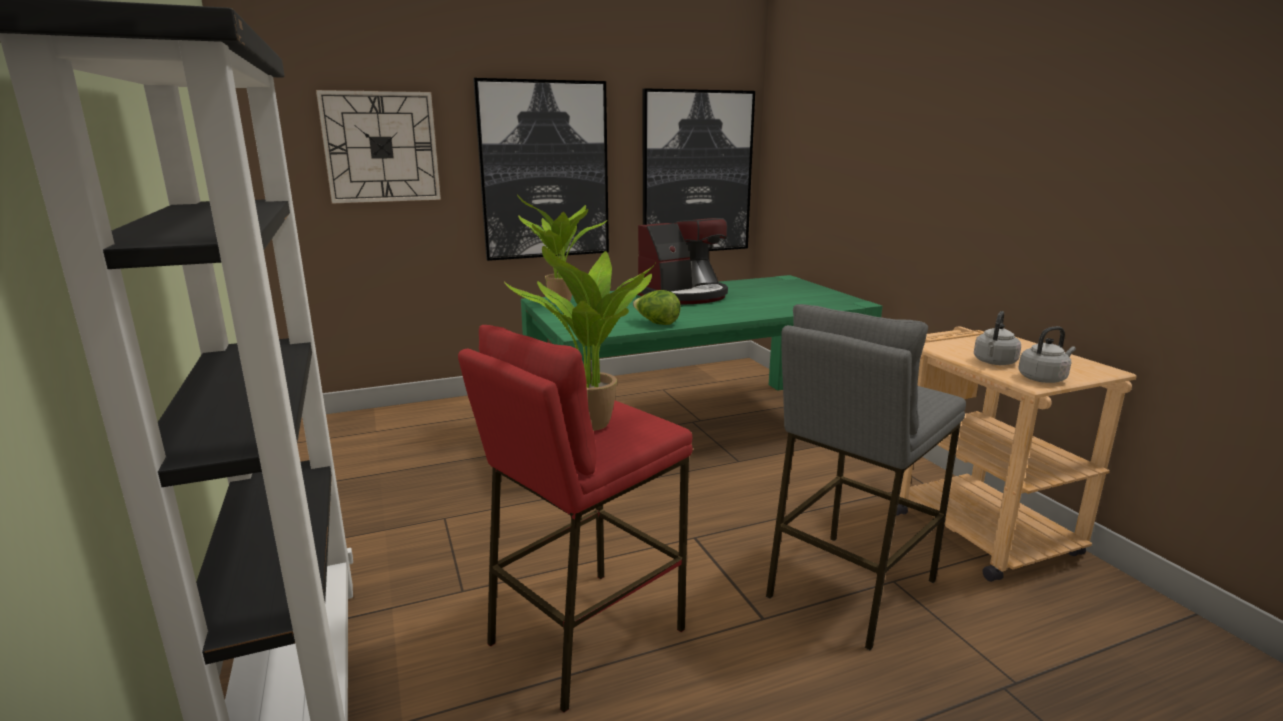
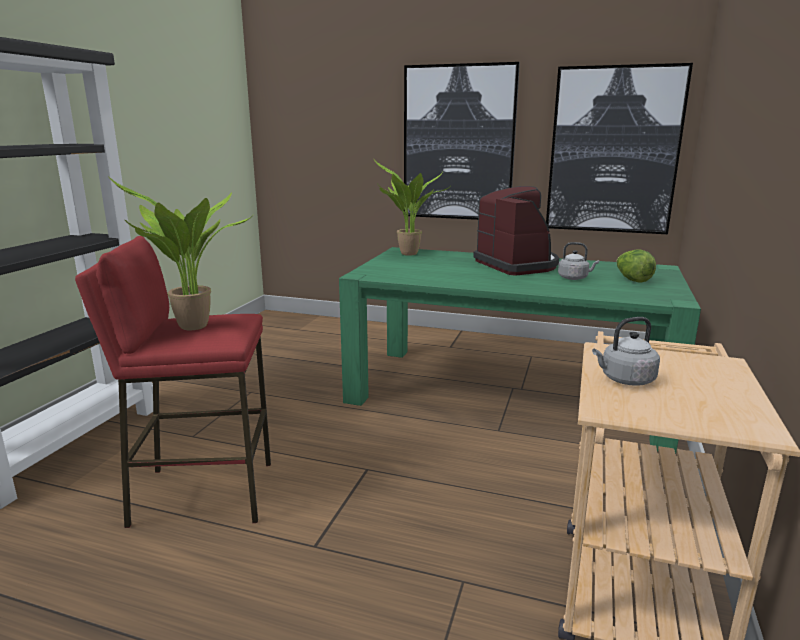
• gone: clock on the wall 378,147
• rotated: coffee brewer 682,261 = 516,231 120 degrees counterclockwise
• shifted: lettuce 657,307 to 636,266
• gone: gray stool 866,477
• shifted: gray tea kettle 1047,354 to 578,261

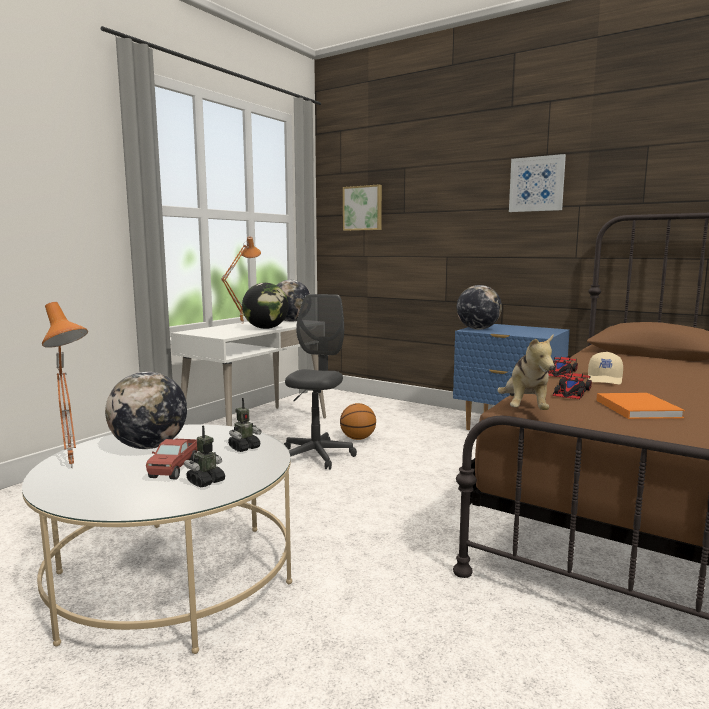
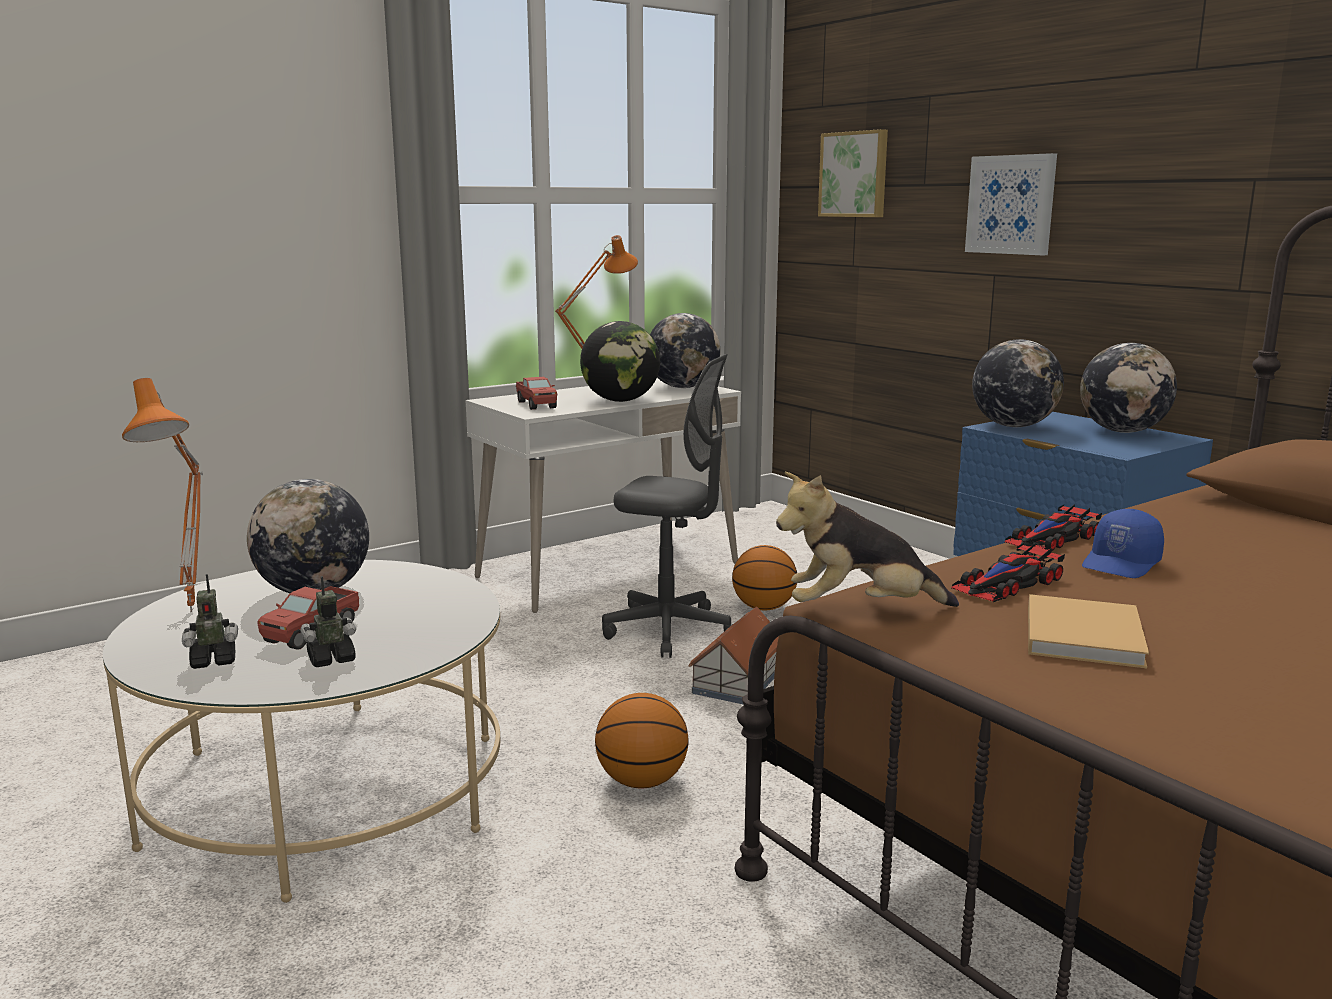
• shifted: wall art 537,183 to 1011,204
• rotated: gray computer chair 320,382 = 667,506 75 degrees clockwise
• rotated: cuddly toy 525,372 = 867,539 60 degrees clockwise
• repainted: sand-coloured baseball cap 605,368 to bluish baseball cap 1123,543
• repainted: orangey volume 640,406 to sand-coloured volume 1088,631
• shifted: model robot 245,425 to 210,621
• new: world globe 1128,388
• new: toy lorry 536,393
• new: miniature house 733,655
• new: basketball ball 642,740

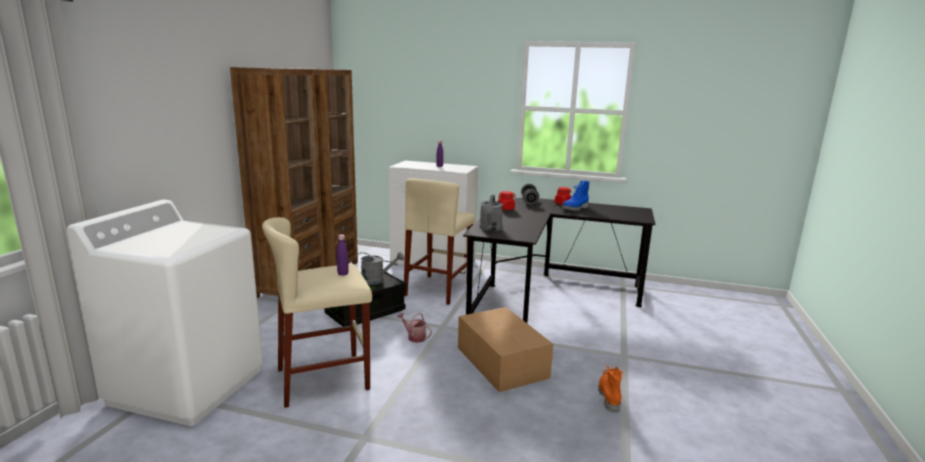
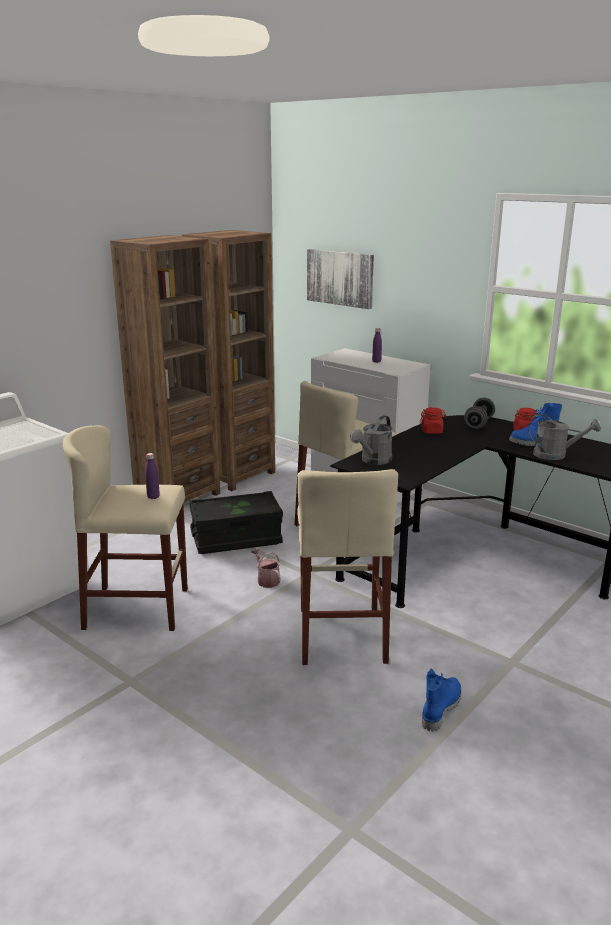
• shifted: gray watering can 379,268 to 564,437
• swapped: cardboard box 505,349 to sand-coloured stool 348,567
• repainted: orangey high-top boot 610,389 to bluish high-top boot 441,699
• new: wall art 340,279

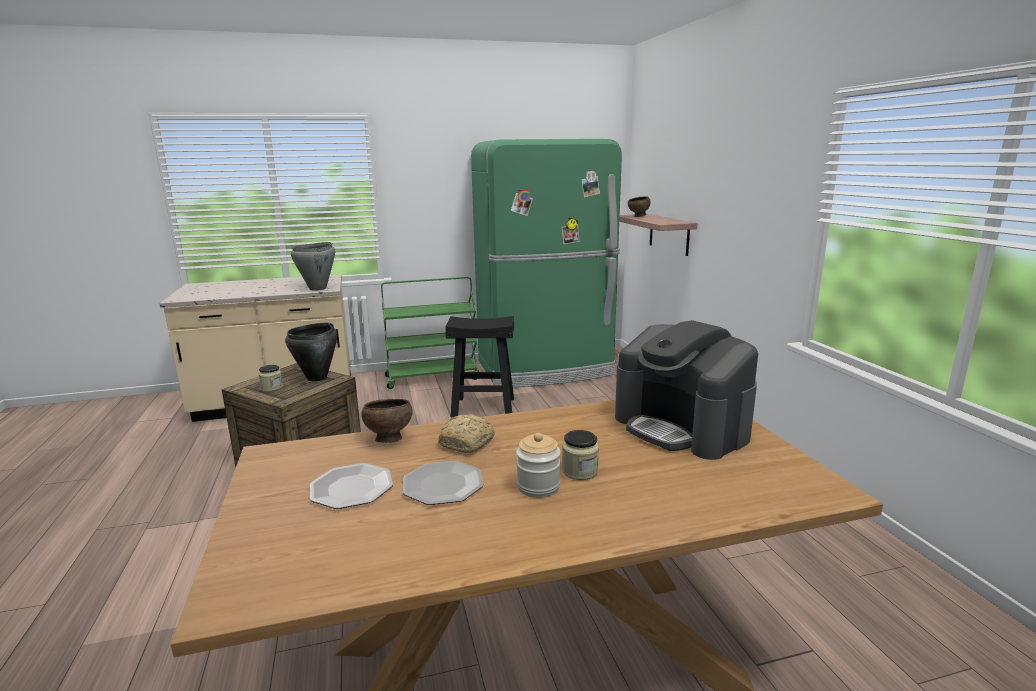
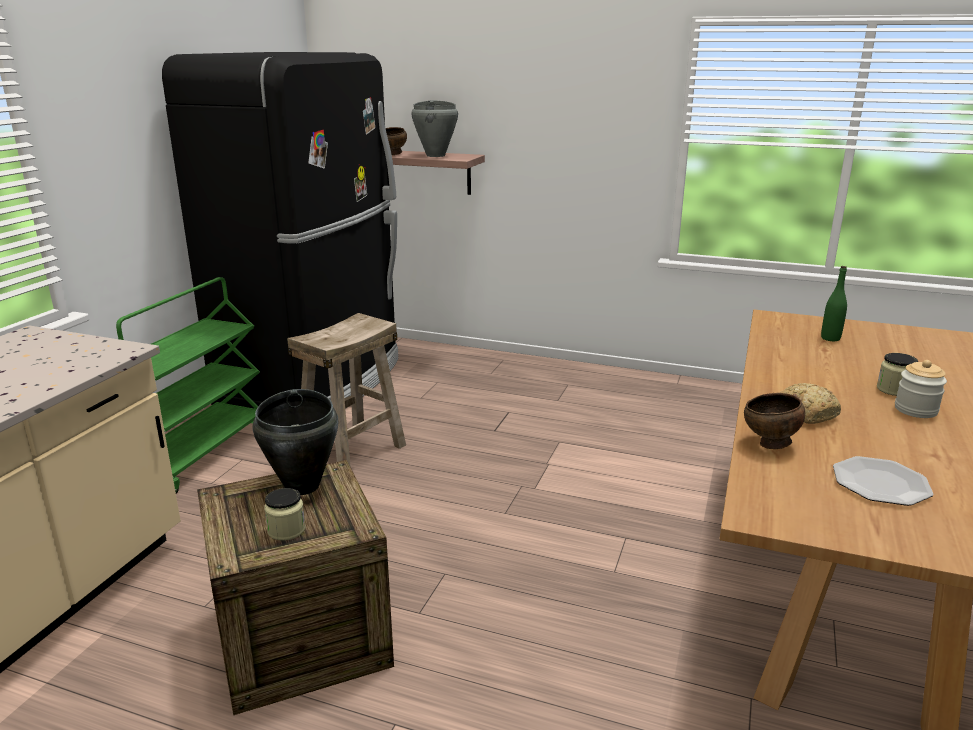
• repainted: green-coloured fridge 546,263 to black-coloured fridge 280,230
• shifted: gray stockpot 313,266 to 434,128
• repainted: black-coloured stool 480,366 to sand-coloured stool 346,390
• swapped: coffee brewer 686,390 to green-coloured beverage bottle 834,303
• gone: flat dish 443,482

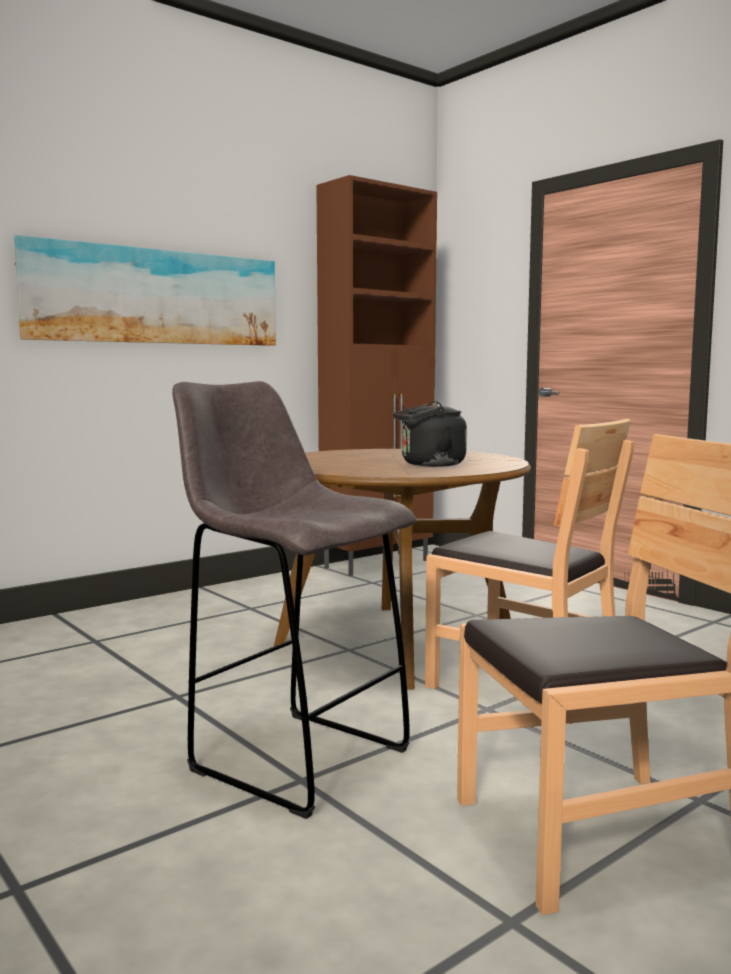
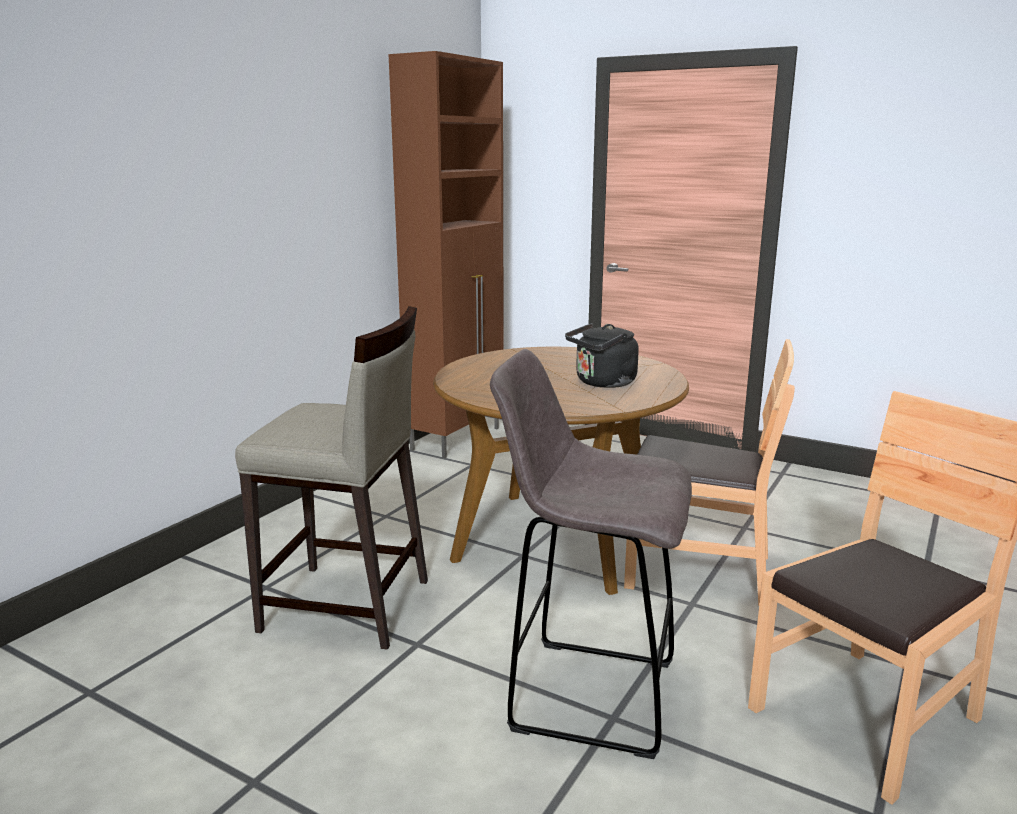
• gone: wall art 145,290
• new: sand-coloured stool 331,478

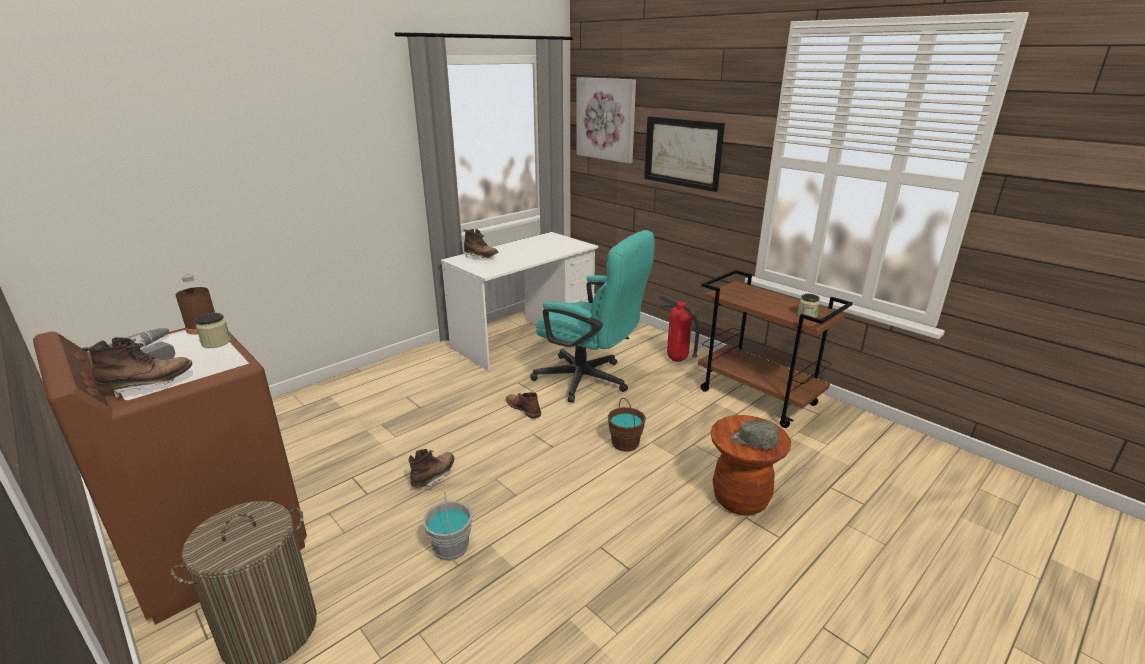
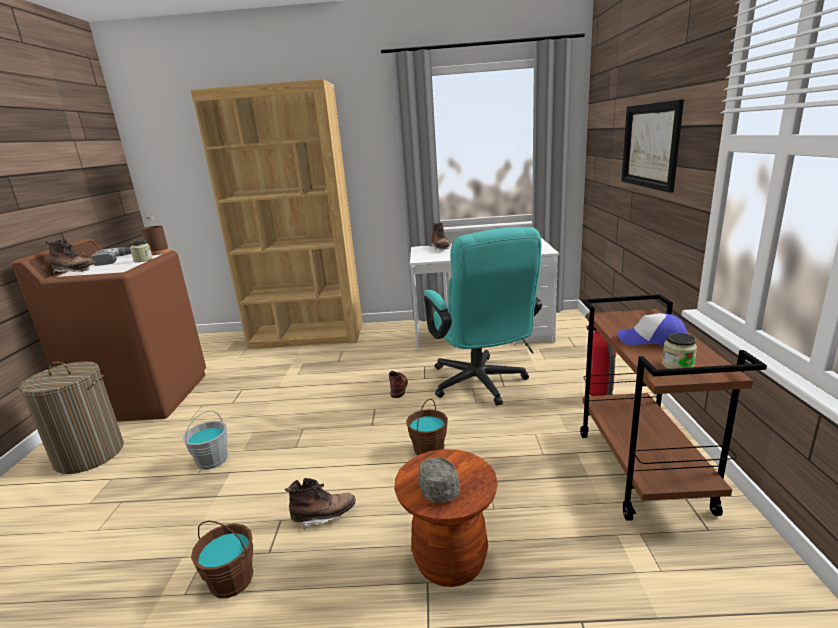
• gone: wall art 606,120
• shifted: brownish high-top boot 431,469 to 320,504
• new: brownish bookcase 277,214
• new: baseball cap 652,329
• new: brownish bucket 222,559

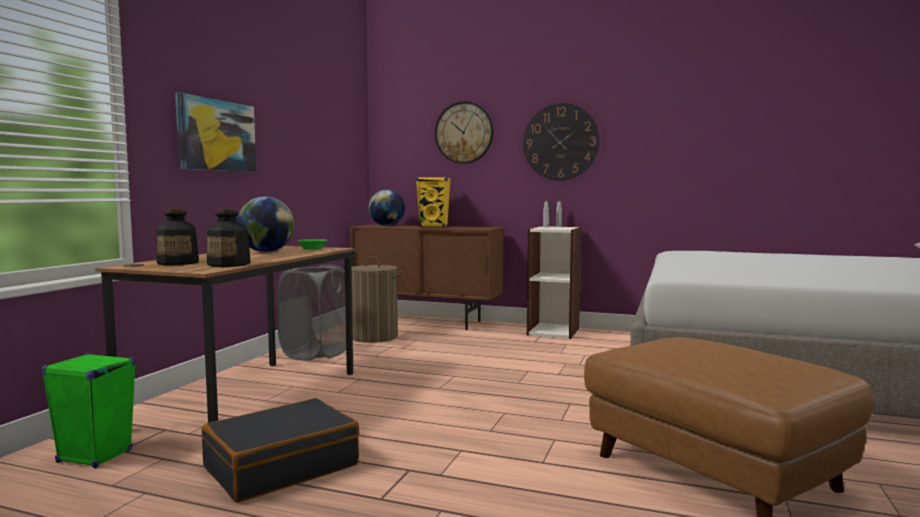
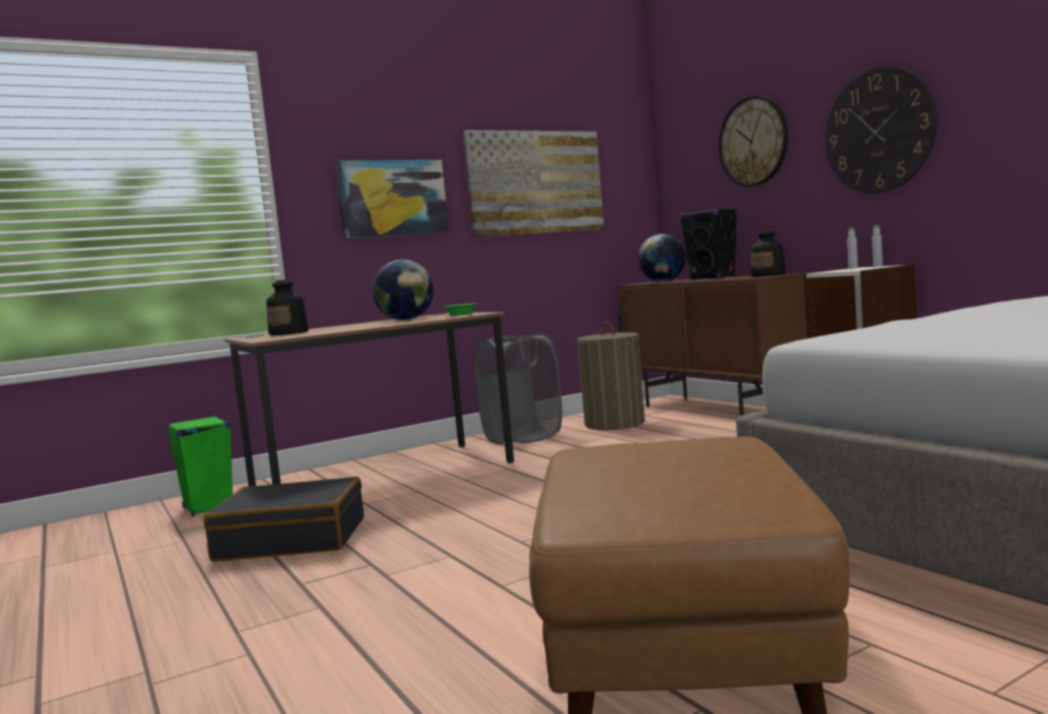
• repainted: yellow audio speaker 433,202 to black-coloured audio speaker 708,244
• shifted: beverage bottle 229,238 to 768,253
• new: wall art 533,183

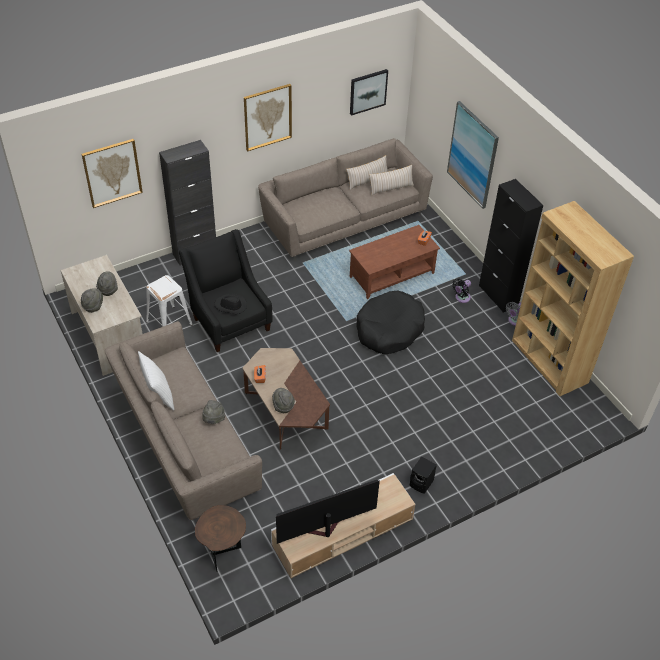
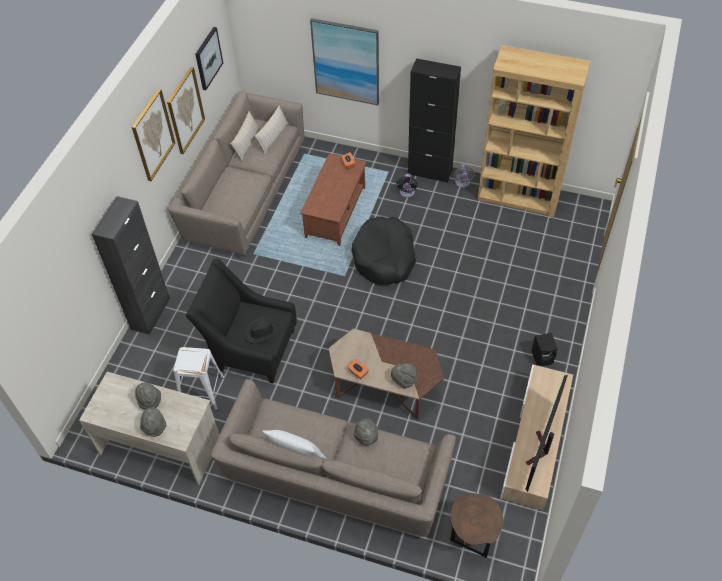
• shifted: wall art 112,173 to 186,110

